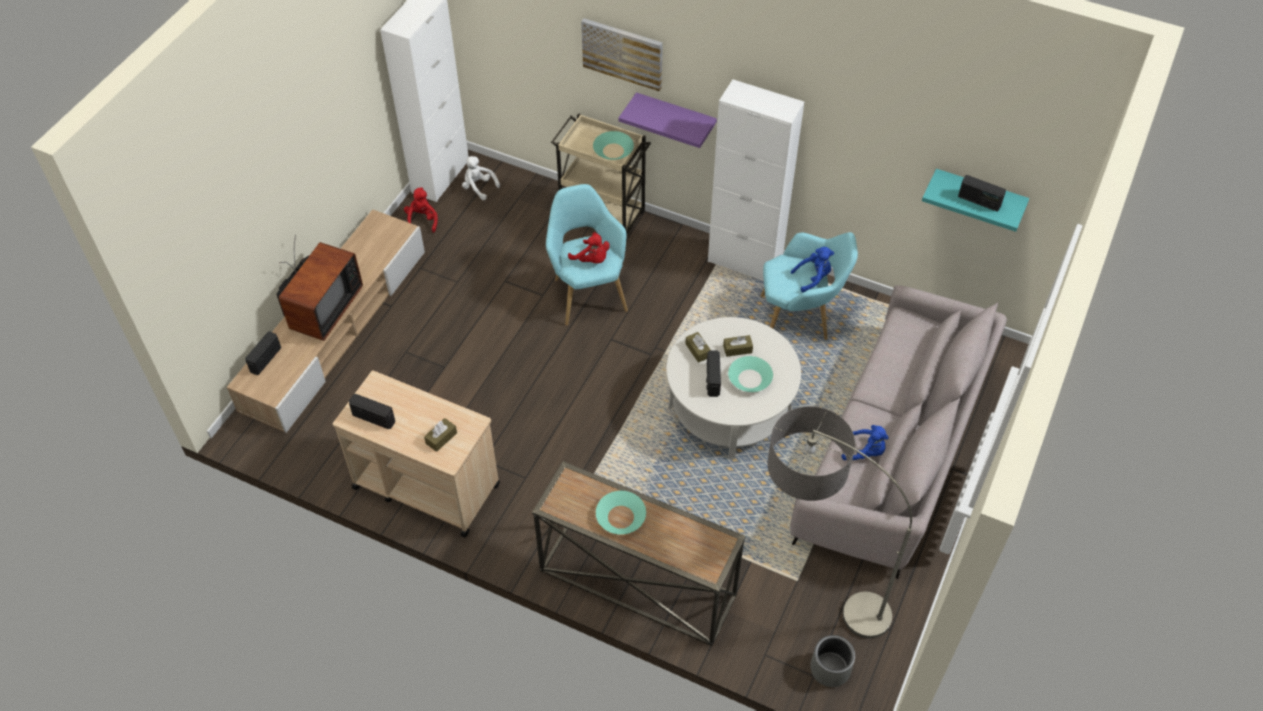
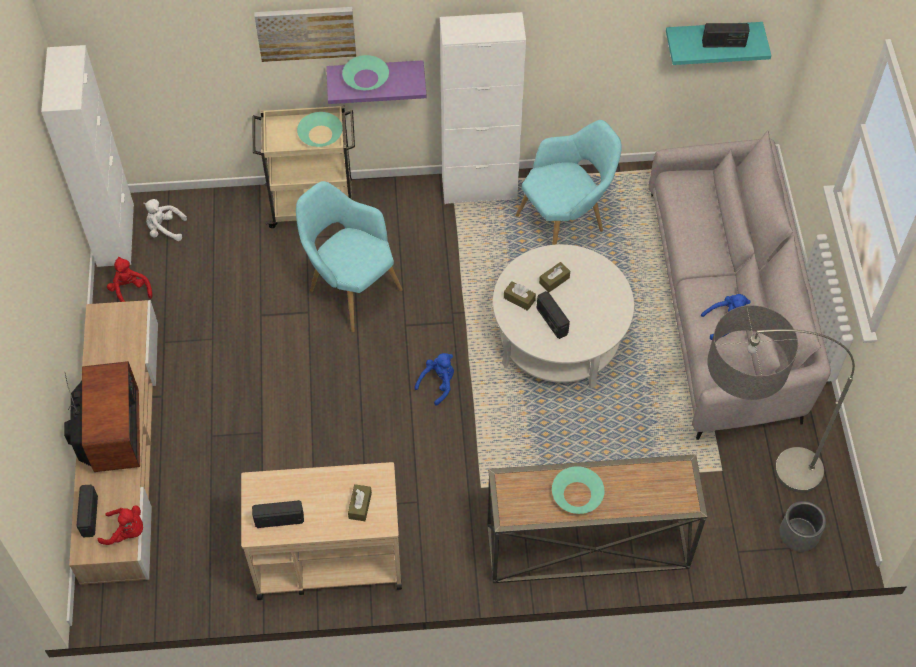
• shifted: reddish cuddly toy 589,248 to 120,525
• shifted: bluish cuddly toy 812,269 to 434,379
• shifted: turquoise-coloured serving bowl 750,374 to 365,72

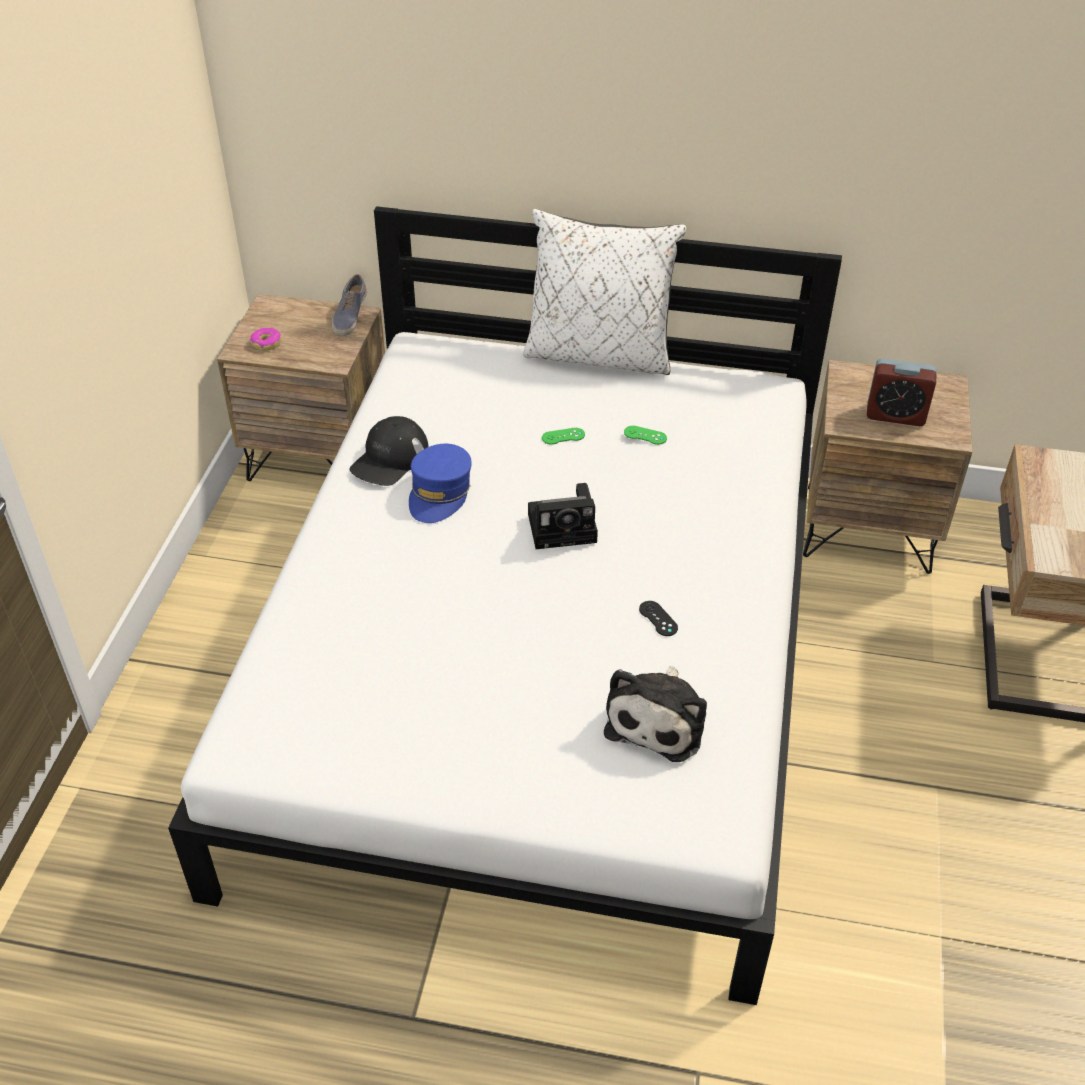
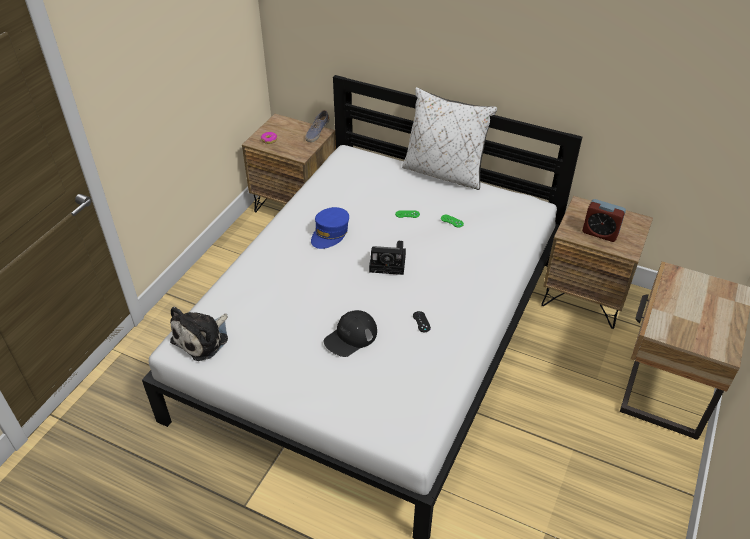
• shifted: black-coloured baseball cap 389,451 to 350,333
• shifted: cuddly toy 655,714 to 199,334

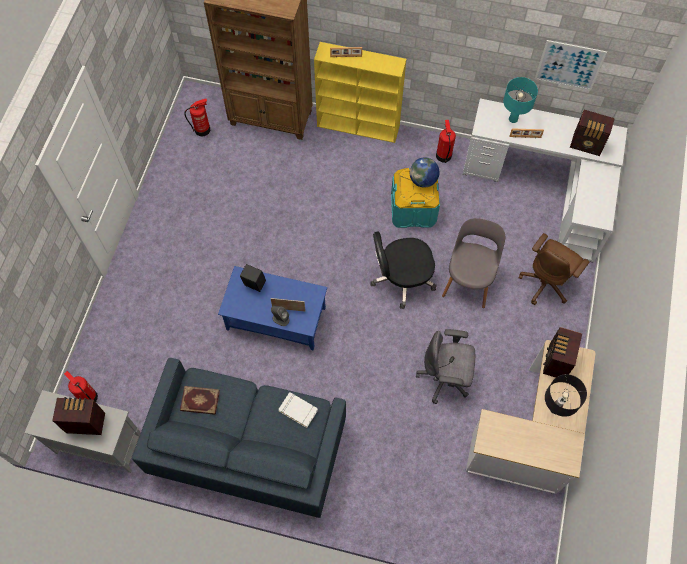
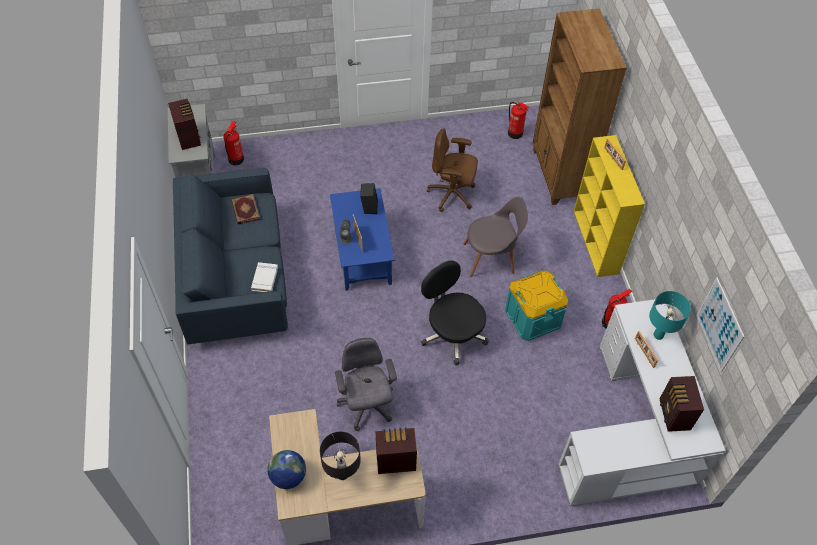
• shifted: world globe 424,172 to 286,469
• shifted: gray plain chair 473,263 to 496,237
• shifted: brownish computer chair 554,269 to 452,170

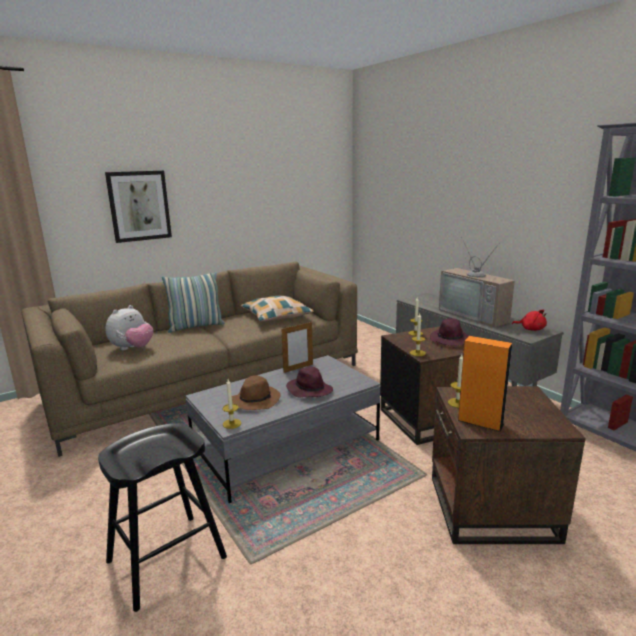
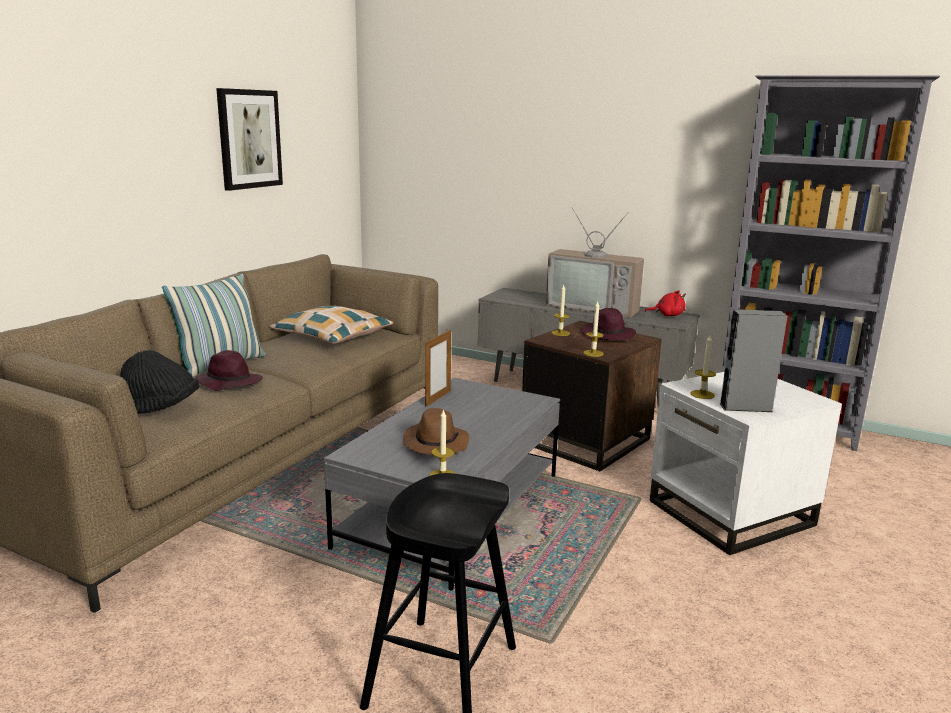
• shifted: wall art 138,207 to 249,139
• swapped: cuddly toy 129,327 to black-coloured clothing hat 159,382
• repainted: orangey audio speaker 484,384 to gray audio speaker 753,360
• shifted: purple clothing hat 309,381 to 229,370
• repainted: brownish end table 509,465 to white-coloured end table 746,463

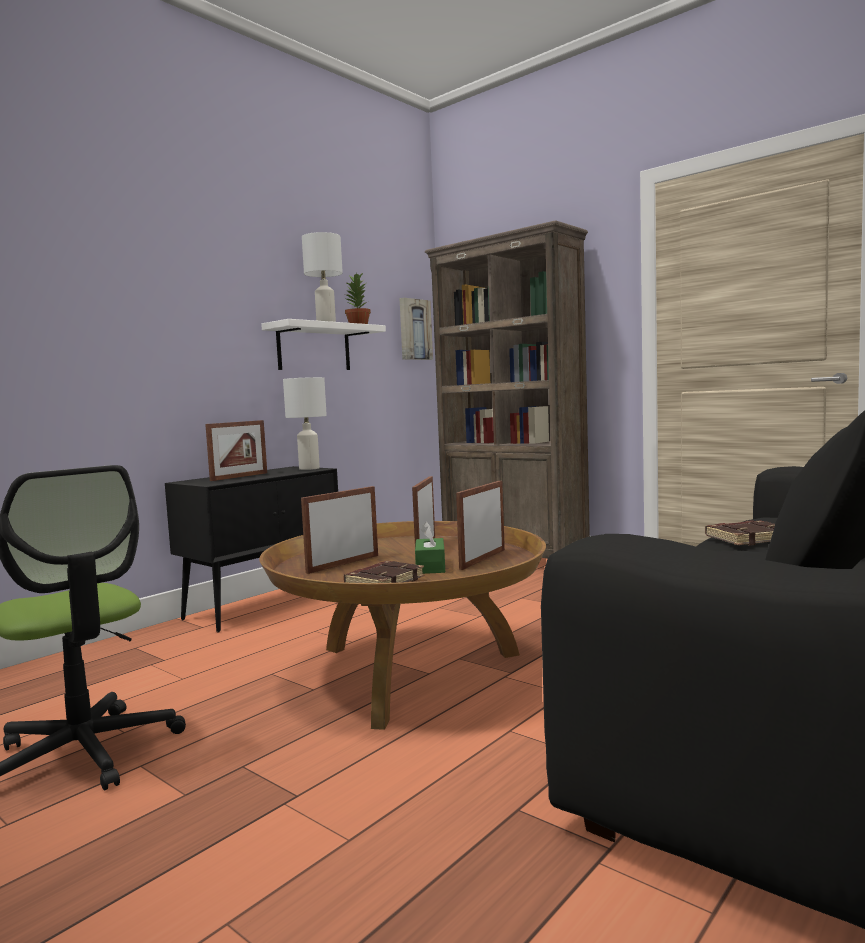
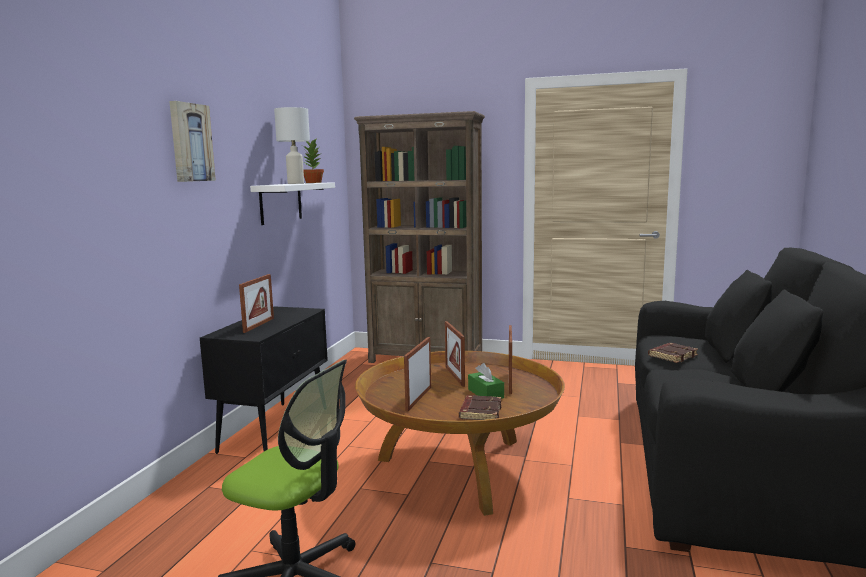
• shifted: wall art 416,329 to 192,141
• gone: white-coloured lamp for a table 305,423

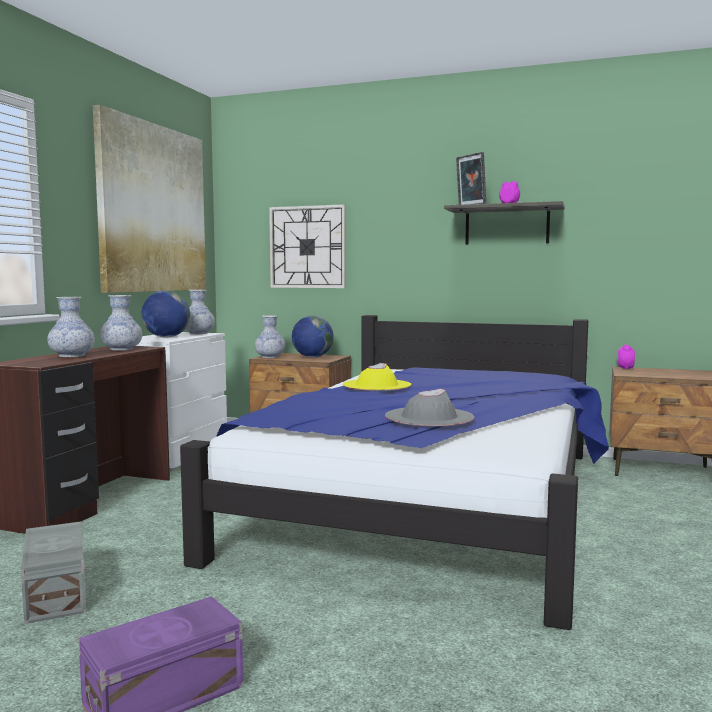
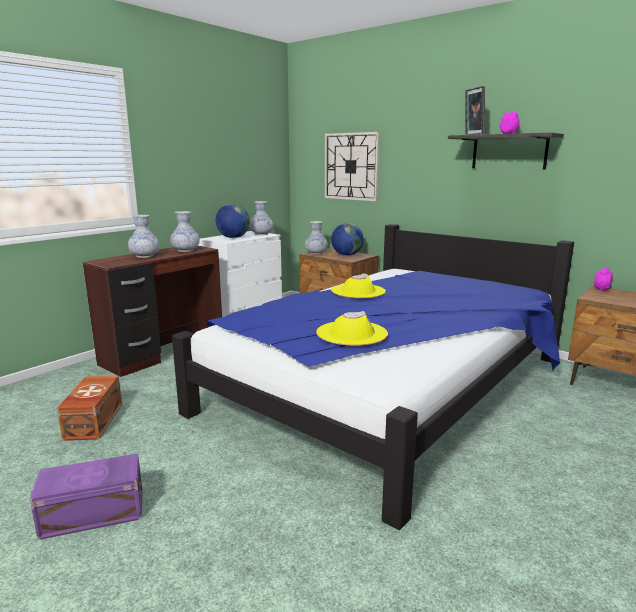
• gone: wall art 149,199
• repainted: gray clothing hat 430,408 to yellow clothing hat 352,328
• repainted: gray storage container 54,572 to brownish storage container 89,408

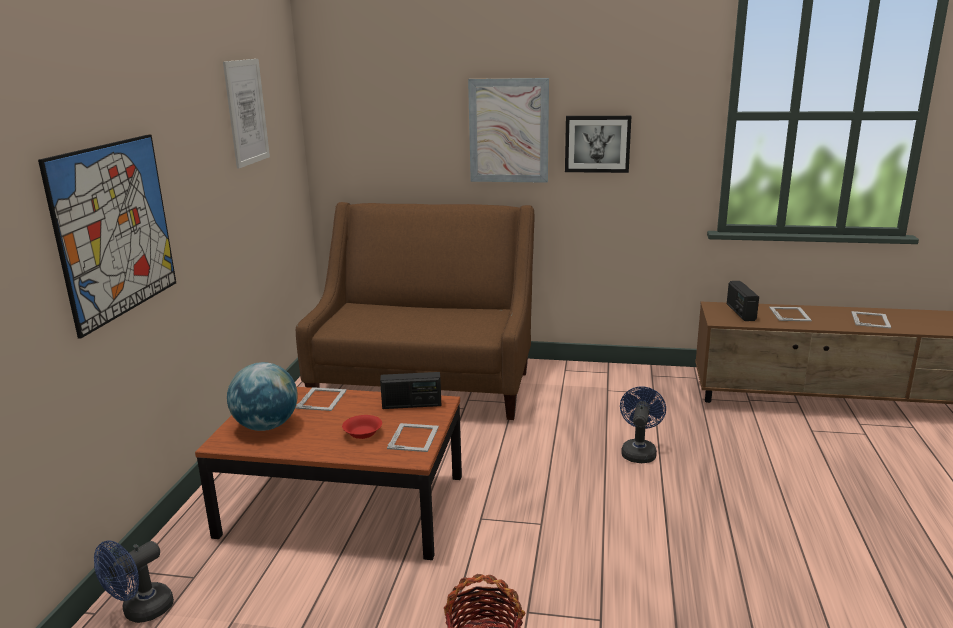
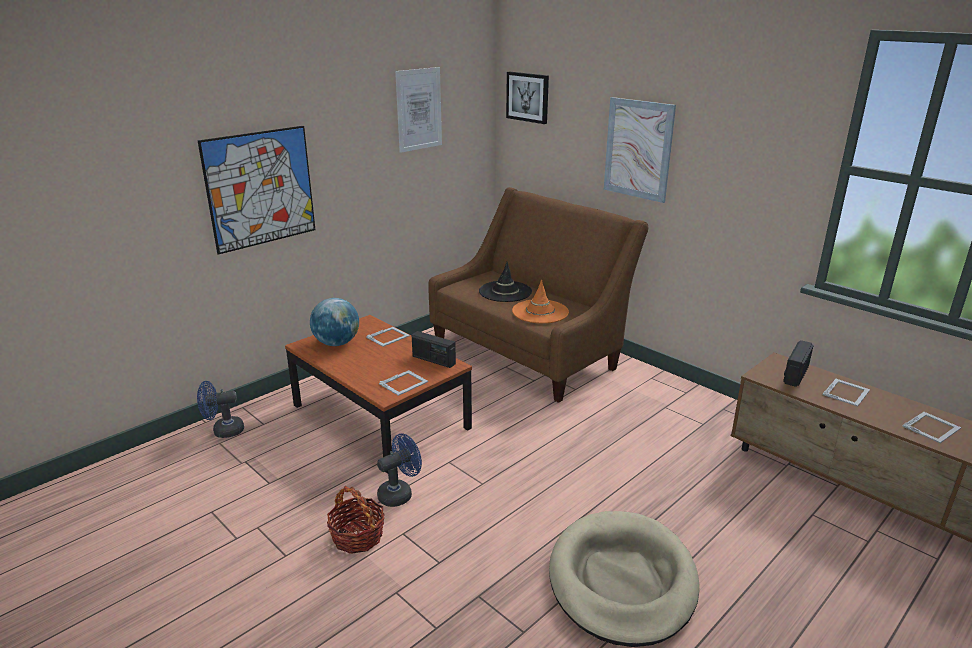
• shifted: wall art 598,144 to 527,97
• shifted: bluish fan 643,425 to 399,470
• gone: reddish serving bowl 362,427
• new: black-coloured clothing hat 505,282
• new: orangey clothing hat 540,301
• new: sand-coloured dog bed 624,579

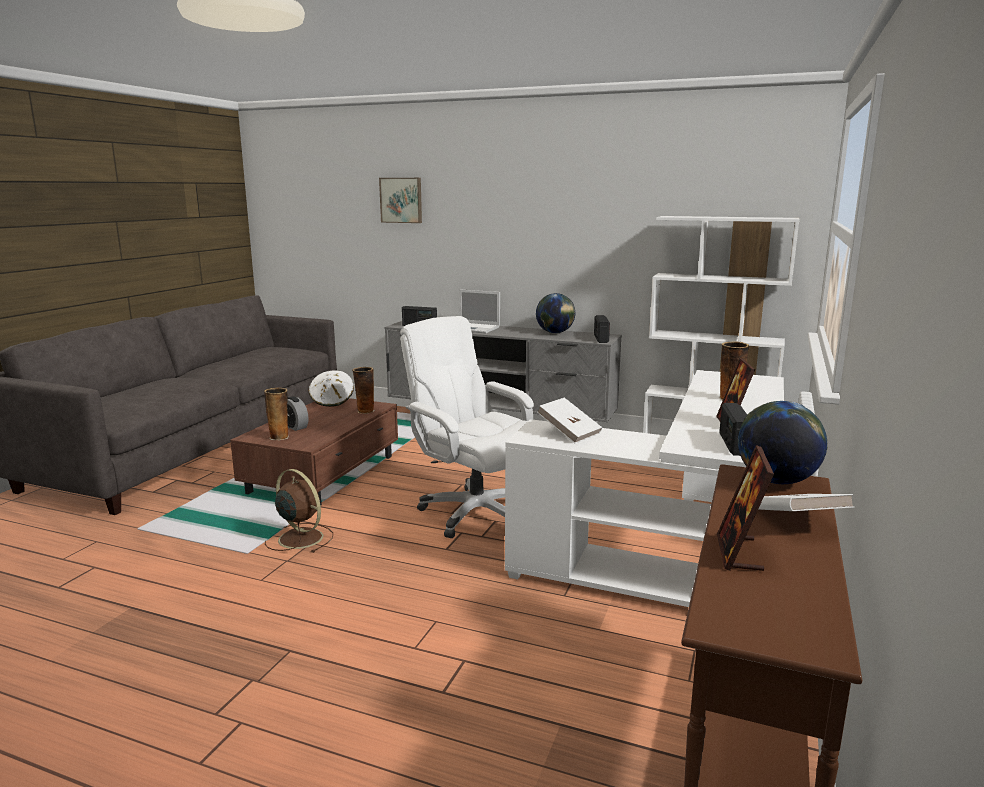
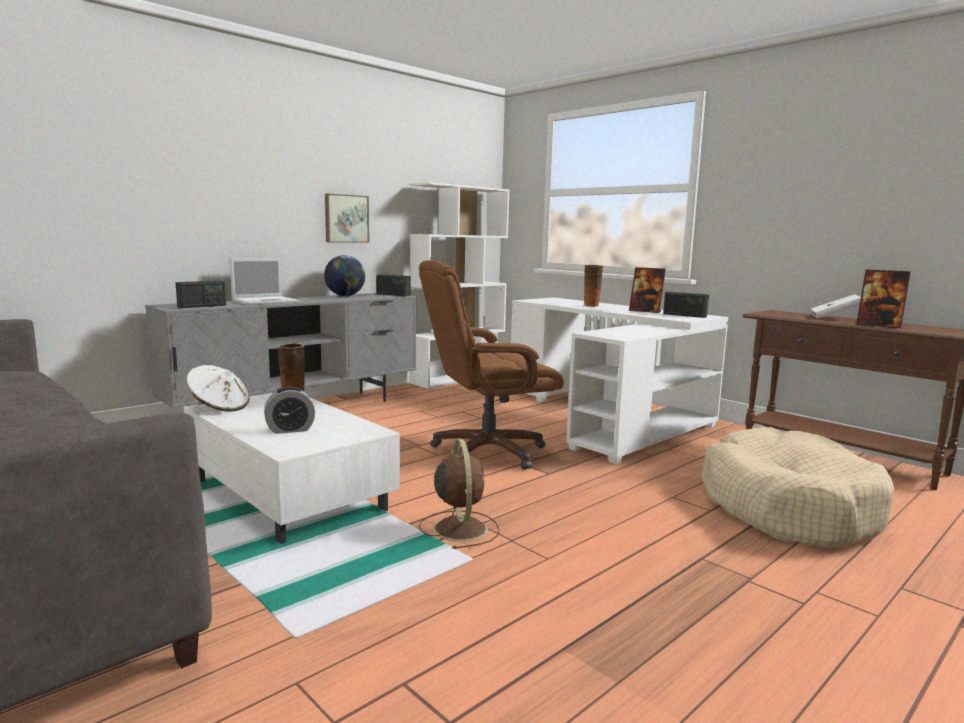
• shifted: wall art 400,200 to 347,218
• repainted: white-coloured computer chair 467,427 to brownish computer chair 491,365
• gone: flower vase 276,414
• repainted: brownish coffee table 314,451 to white-coloured coffee table 292,468
• gone: white-coloured volume 569,420
• gone: world globe 783,442
• rotated: brownish fan 299,511 = 459,494 105 degrees clockwise
• new: sand-coloured dog bed 798,488

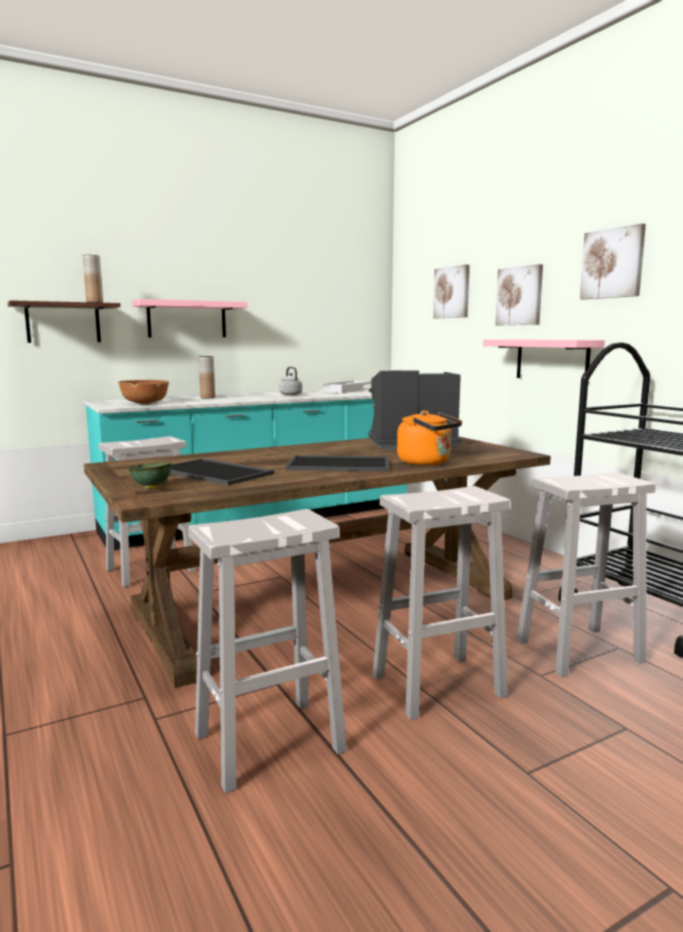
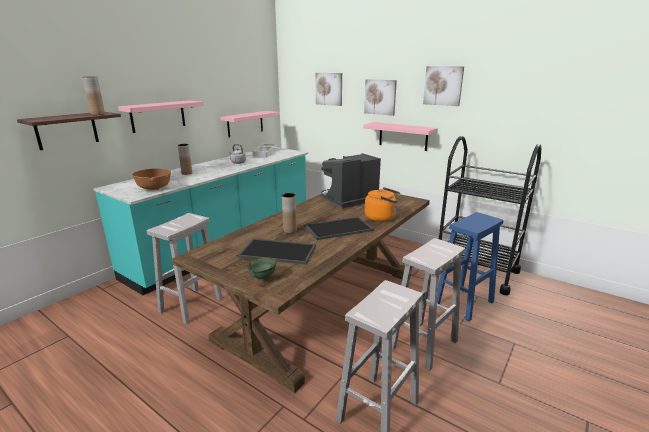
• repainted: white-coloured stool 586,574 to bluish stool 470,266
• new: pink-coloured bracket shelf 250,124
• new: brownish flower vase 289,213

